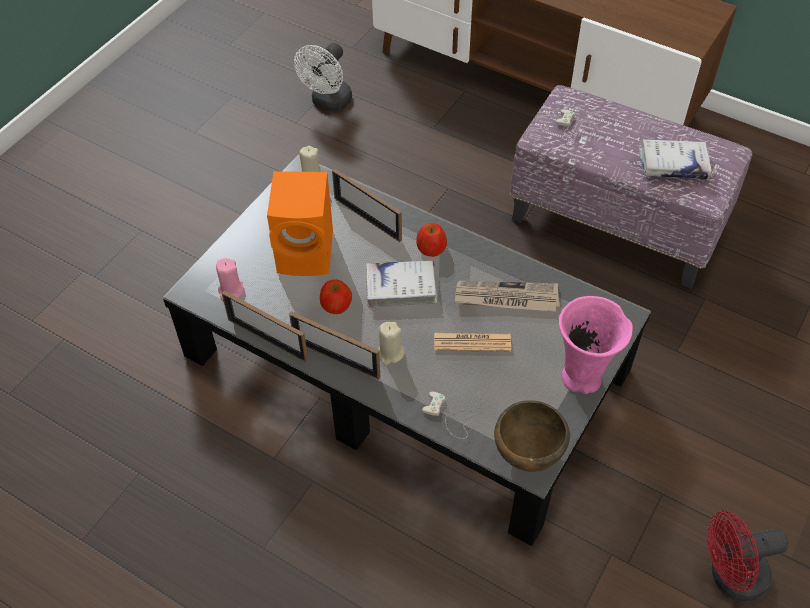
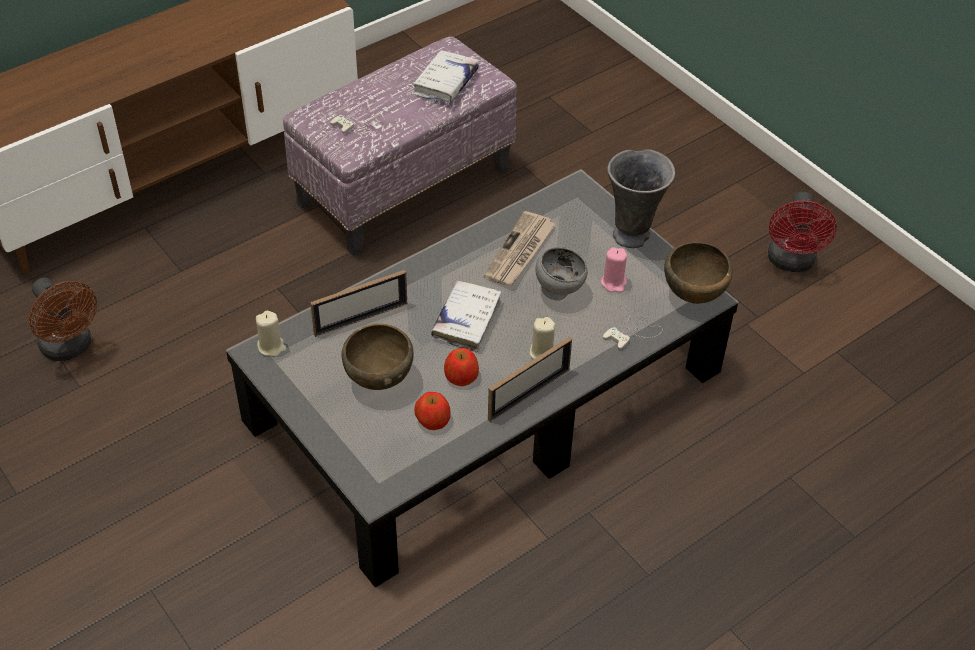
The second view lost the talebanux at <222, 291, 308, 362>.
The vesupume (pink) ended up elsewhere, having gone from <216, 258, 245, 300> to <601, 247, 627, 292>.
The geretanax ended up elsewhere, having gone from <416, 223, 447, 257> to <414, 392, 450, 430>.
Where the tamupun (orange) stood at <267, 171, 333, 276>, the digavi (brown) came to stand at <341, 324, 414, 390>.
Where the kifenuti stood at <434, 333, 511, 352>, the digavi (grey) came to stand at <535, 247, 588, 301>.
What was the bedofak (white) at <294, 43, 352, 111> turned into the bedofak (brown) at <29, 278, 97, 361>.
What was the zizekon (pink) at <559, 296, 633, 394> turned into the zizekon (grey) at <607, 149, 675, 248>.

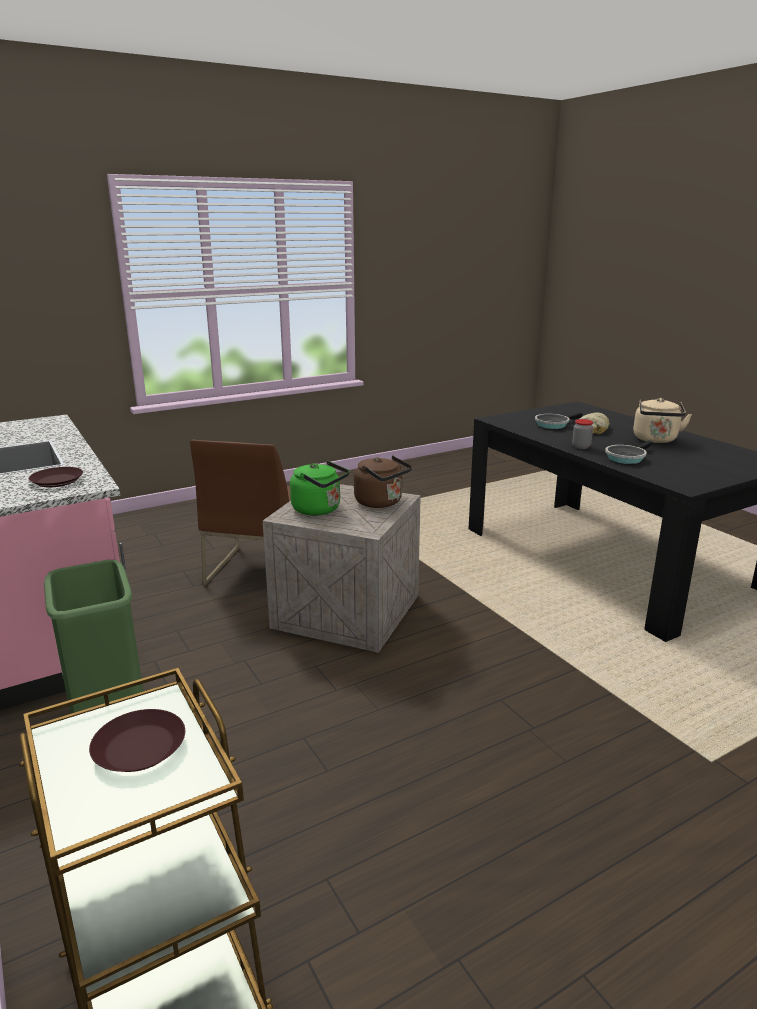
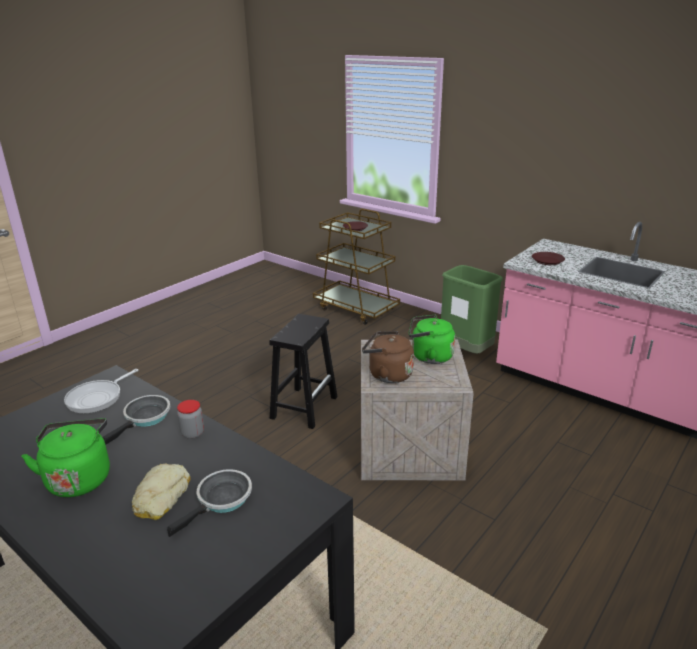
The second view lost the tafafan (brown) at <190, 440, 291, 586>.
The second view gained the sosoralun at <64, 369, 138, 413>.
The second view gained the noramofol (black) at <269, 314, 338, 429>.
What was the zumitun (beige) at <633, 398, 692, 443> turned into the zumitun (green) at <21, 418, 110, 497>.

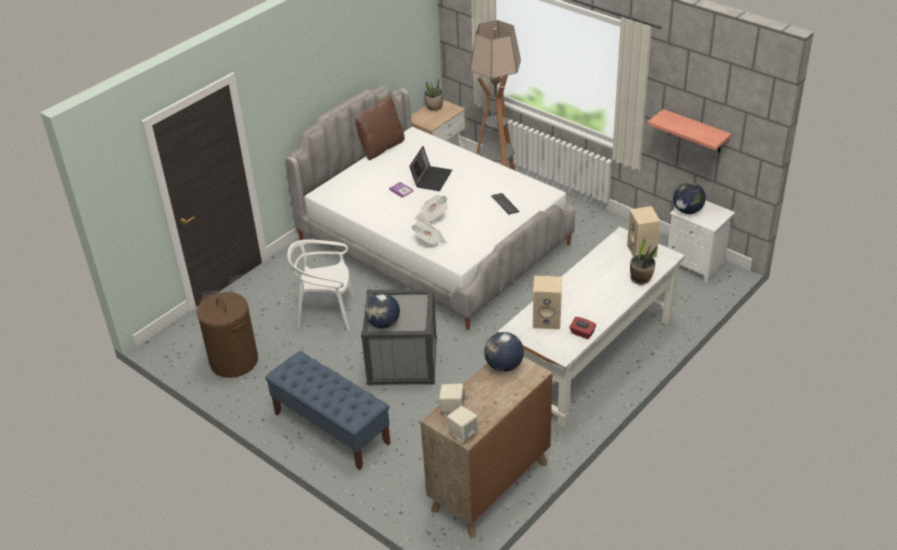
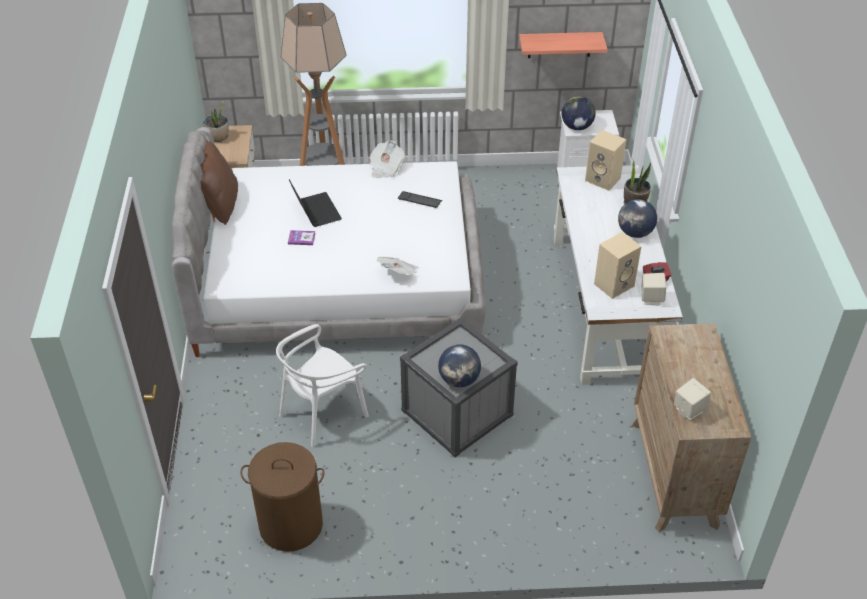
The second view lost the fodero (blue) at <265, 351, 390, 470>.
The kifenuti ended up elsewhere, having gone from <415, 195, 448, 224> to <369, 140, 405, 178>.
The tamupun (beige) ended up elsewhere, having gone from <447, 406, 479, 443> to <641, 273, 666, 306>.
The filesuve ended up elsewhere, having gone from <484, 332, 524, 372> to <618, 199, 657, 238>.

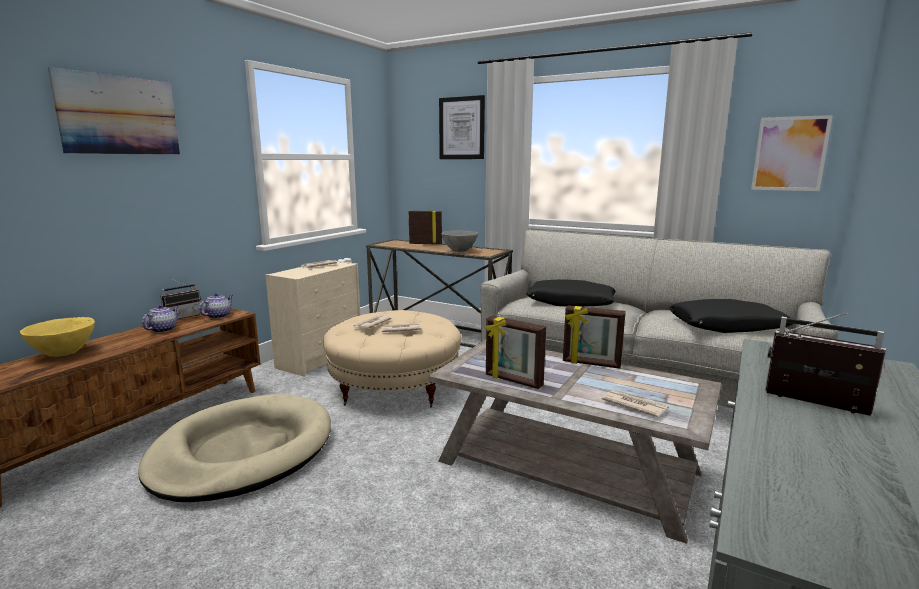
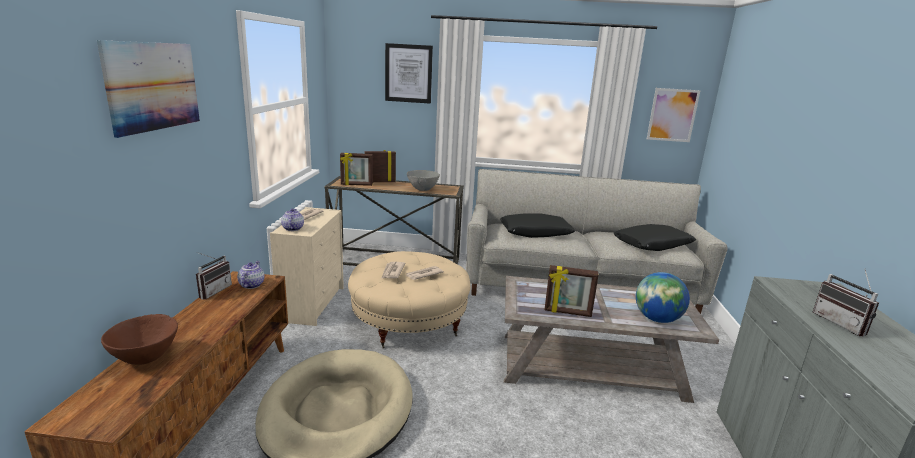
The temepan ended up elsewhere, having gone from <142, 305, 178, 333> to <281, 209, 304, 231>.
The talebanux ended up elsewhere, having gone from <563, 305, 626, 369> to <340, 153, 373, 186>.
Where the kifenuti stood at <602, 390, 669, 417>, the filesuve came to stand at <636, 272, 690, 323>.
What was the digavi (yellow) at <20, 317, 95, 357> turned into the digavi (brown) at <101, 314, 178, 365>.
The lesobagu at <765, 312, 886, 416> ended up facing another way, 120 degrees counterclockwise from before.

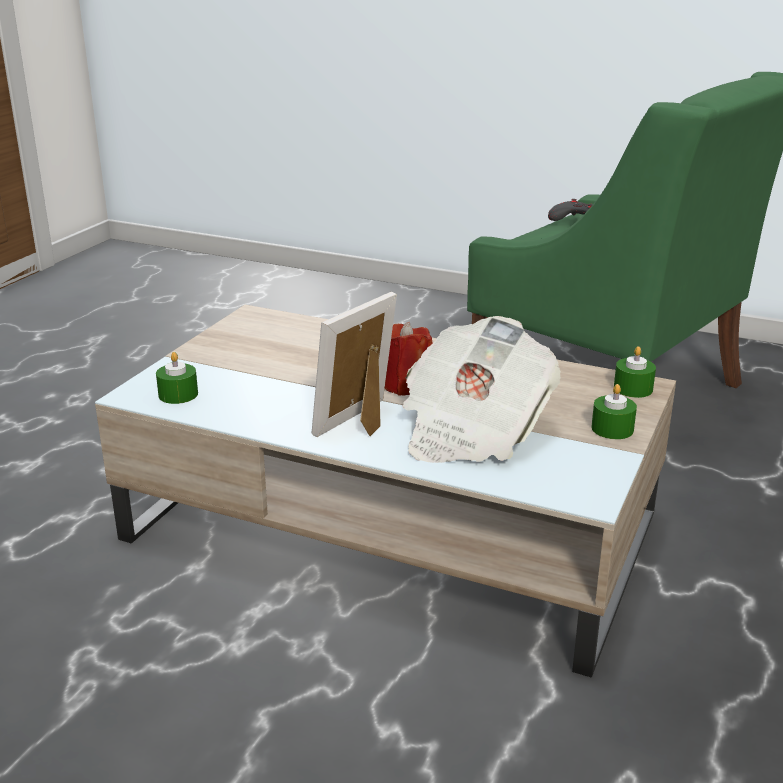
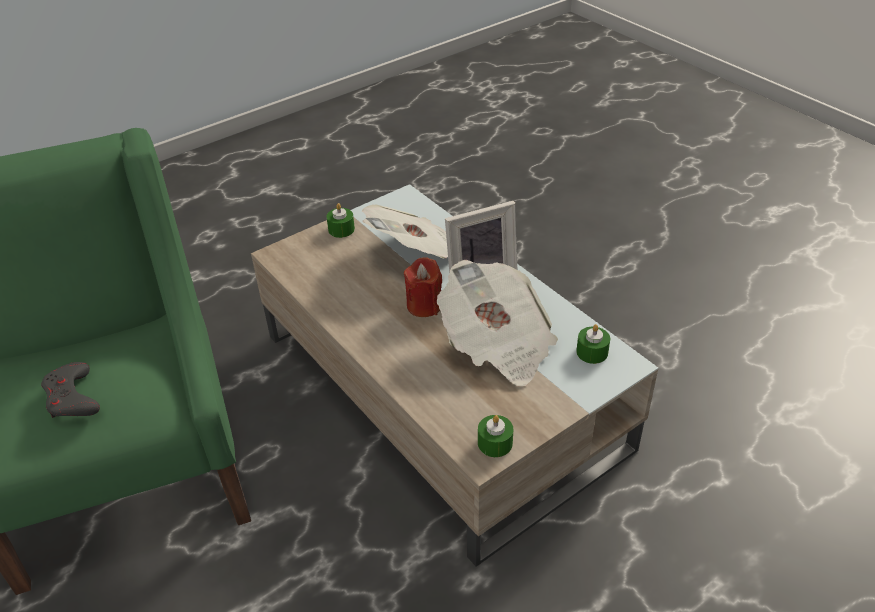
The second view gained the kifenuti at <437, 260, 558, 386>.
The vesupume (green) ended up elsewhere, having gone from <614, 346, 656, 398> to <478, 415, 513, 457>.

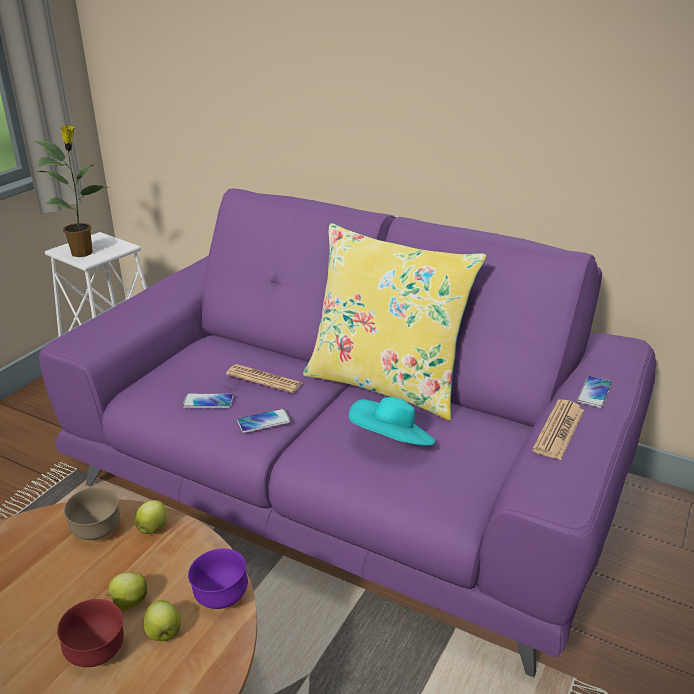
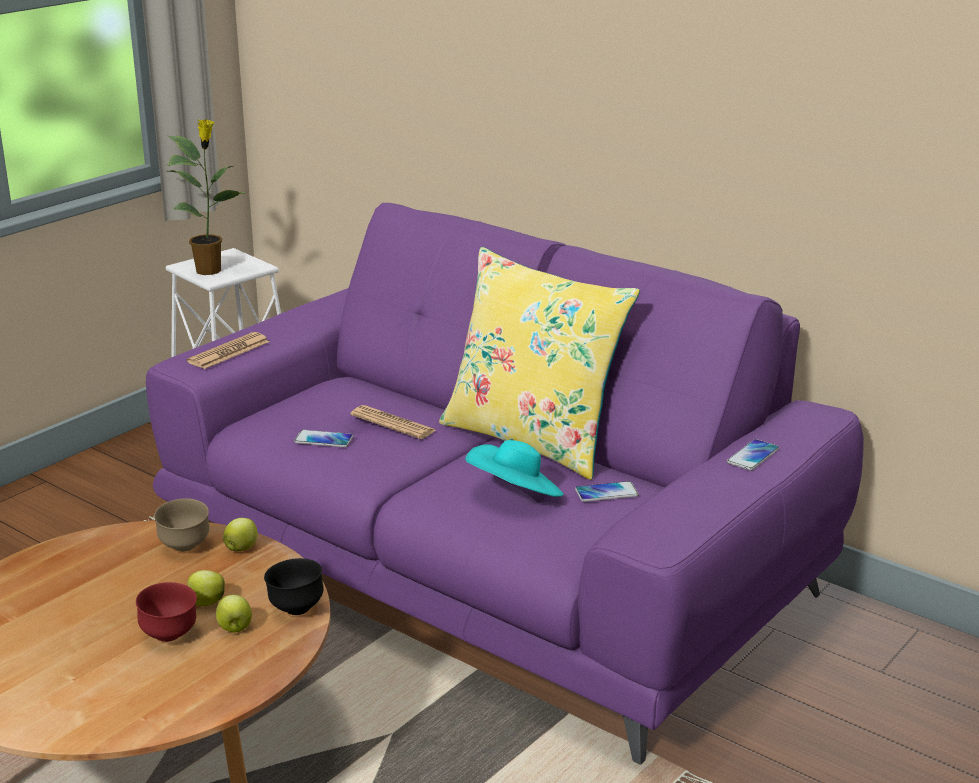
The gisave ended up elsewhere, having gone from <237, 409, 291, 433> to <575, 481, 639, 502>.
The kifenuti ended up elsewhere, having gone from <532, 399, 584, 460> to <187, 332, 269, 369>.
What was the digavi (purple) at <188, 548, 248, 609> turned into the digavi (black) at <264, 558, 324, 615>.

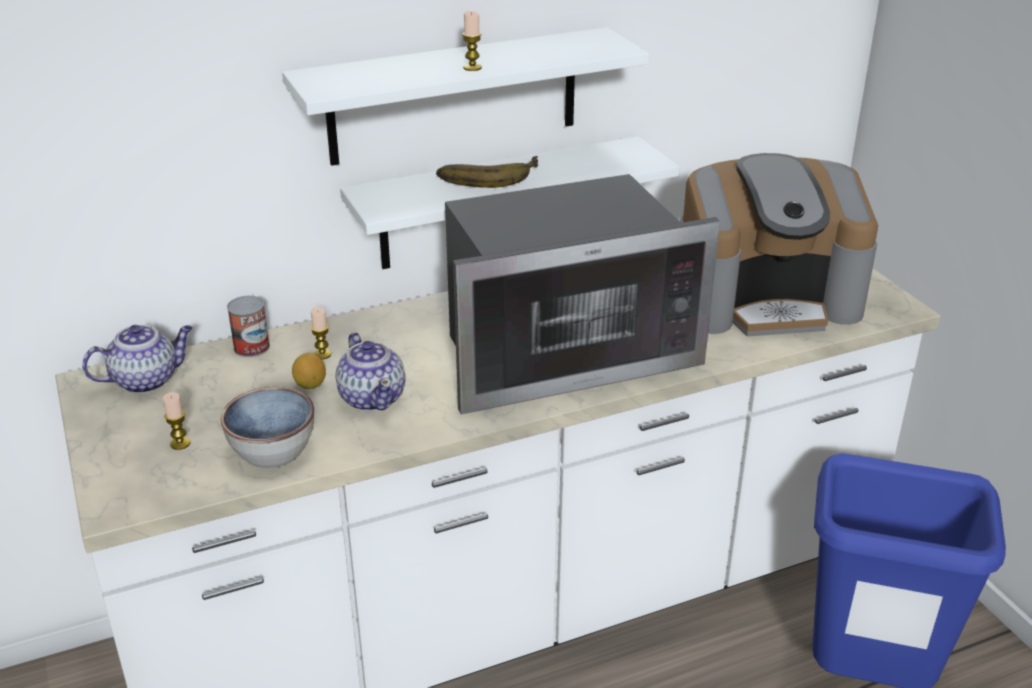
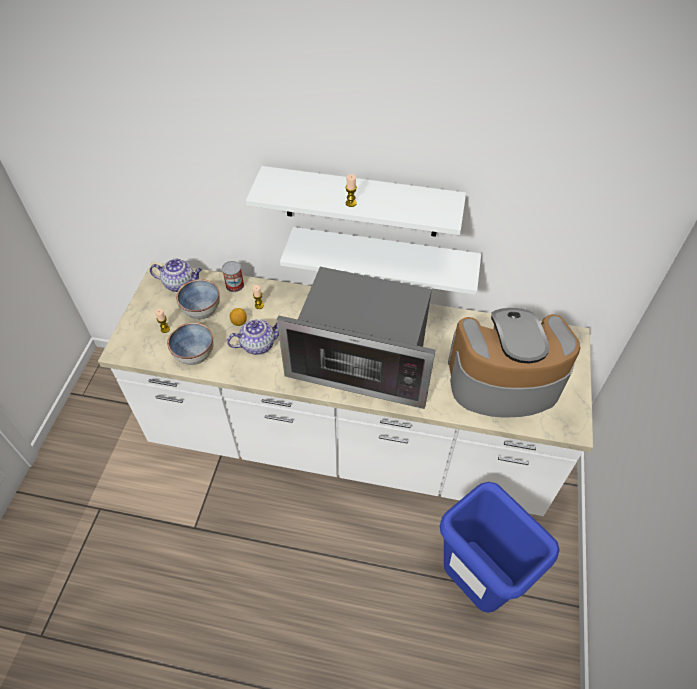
The second view lost the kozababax at <436, 156, 538, 188>.
The second view gained the digavi at <176, 279, 220, 319>.
The temepan at <335, 333, 406, 412> ended up facing another way, 120 degrees counterclockwise from before.
The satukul at <680, 153, 878, 337> ended up facing another way, 150 degrees clockwise from before.

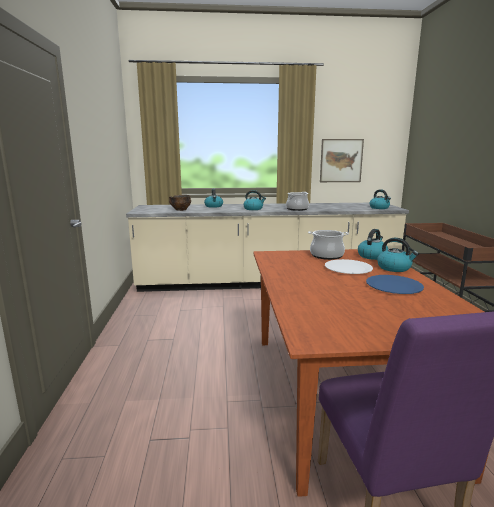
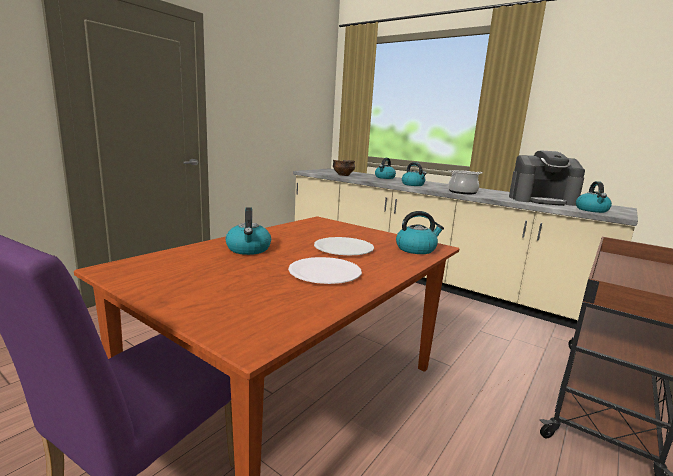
The second view lost the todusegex at <308, 230, 349, 260>.
The second view lost the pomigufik at <320, 139, 364, 182>.
The second view gained the satukul at <509, 150, 585, 206>.
The zumitun ended up elsewhere, having gone from <377, 238, 419, 272> to <226, 207, 271, 255>.
What was the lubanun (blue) at <366, 275, 424, 294> turned into the lubanun (white) at <288, 257, 362, 284>.

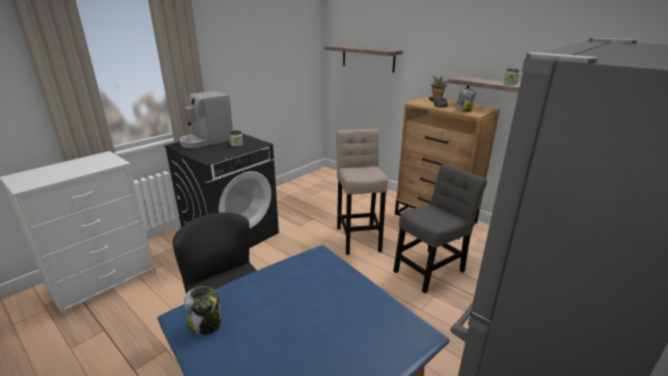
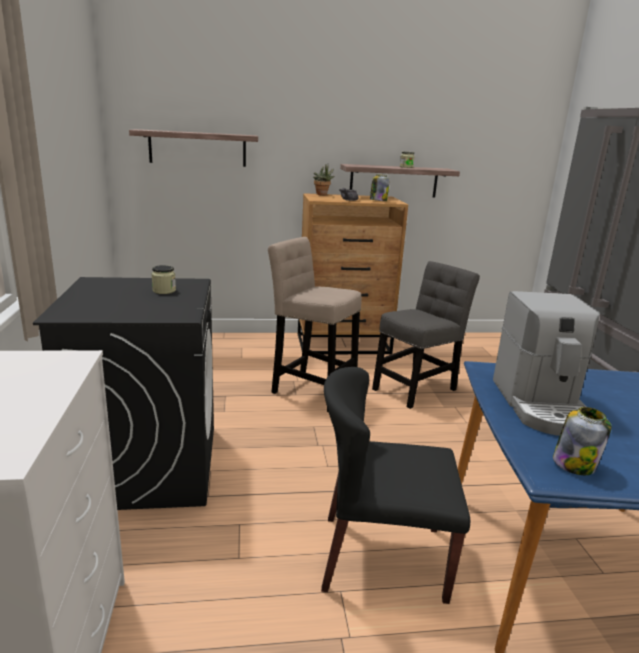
The satukul ended up elsewhere, having gone from <179, 91, 233, 148> to <493, 291, 600, 436>.
The tafafan (grey) at <393, 164, 487, 293> ended up facing another way, 45 degrees clockwise from before.

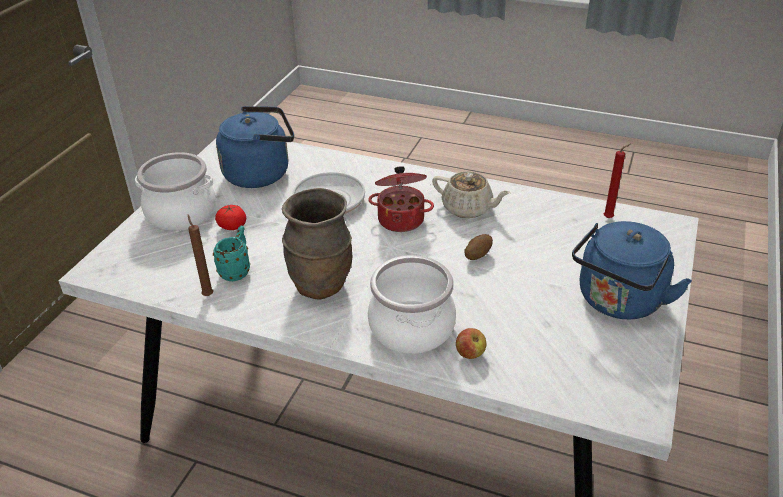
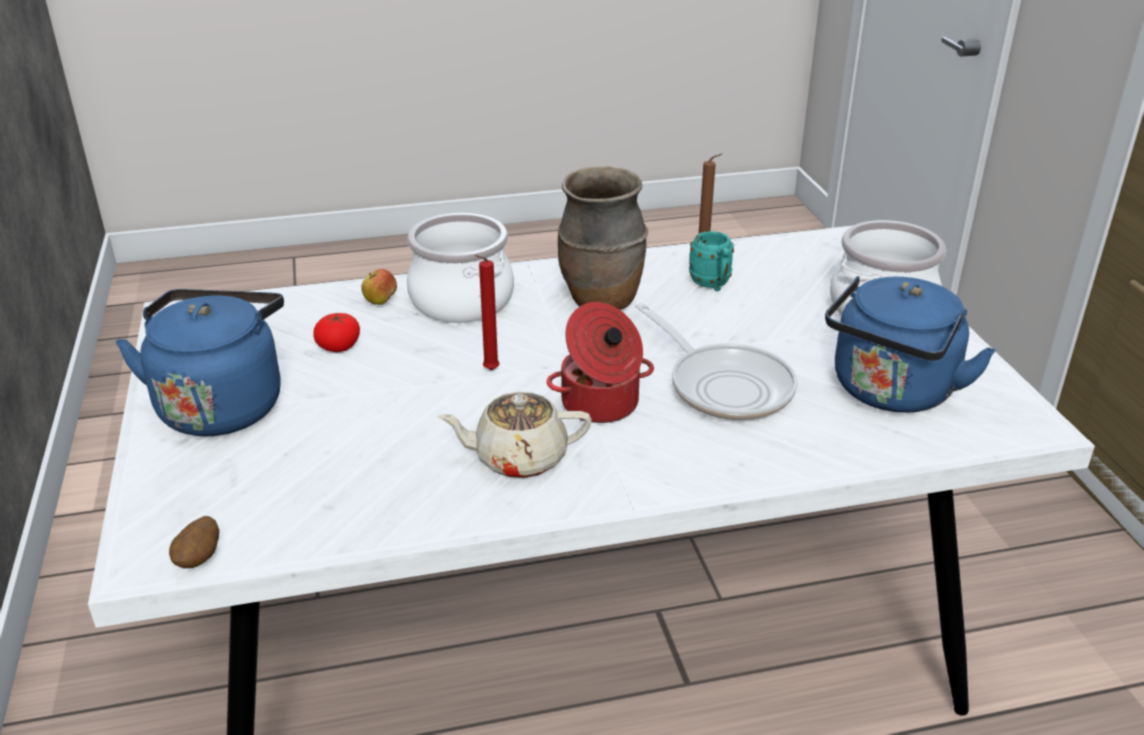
The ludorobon ended up elsewhere, having gone from <215, 205, 246, 230> to <313, 313, 360, 352>.
The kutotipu ended up elsewhere, having gone from <464, 234, 493, 260> to <169, 516, 219, 568>.
The vesupume (red) ended up elsewhere, having gone from <603, 144, 631, 218> to <475, 255, 499, 370>.

